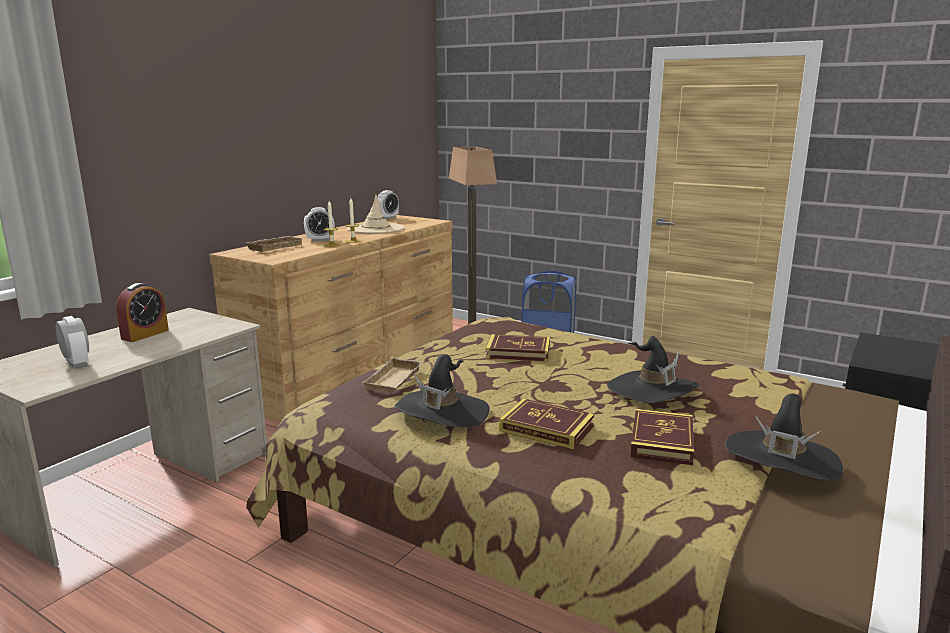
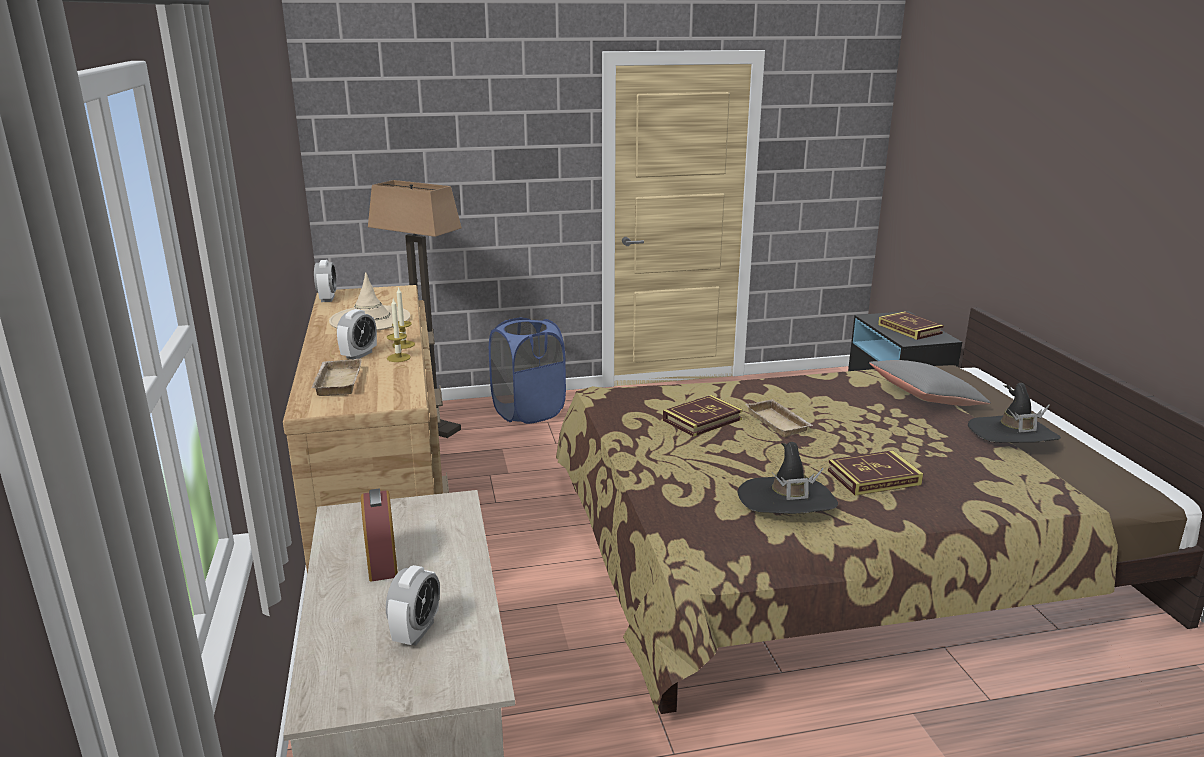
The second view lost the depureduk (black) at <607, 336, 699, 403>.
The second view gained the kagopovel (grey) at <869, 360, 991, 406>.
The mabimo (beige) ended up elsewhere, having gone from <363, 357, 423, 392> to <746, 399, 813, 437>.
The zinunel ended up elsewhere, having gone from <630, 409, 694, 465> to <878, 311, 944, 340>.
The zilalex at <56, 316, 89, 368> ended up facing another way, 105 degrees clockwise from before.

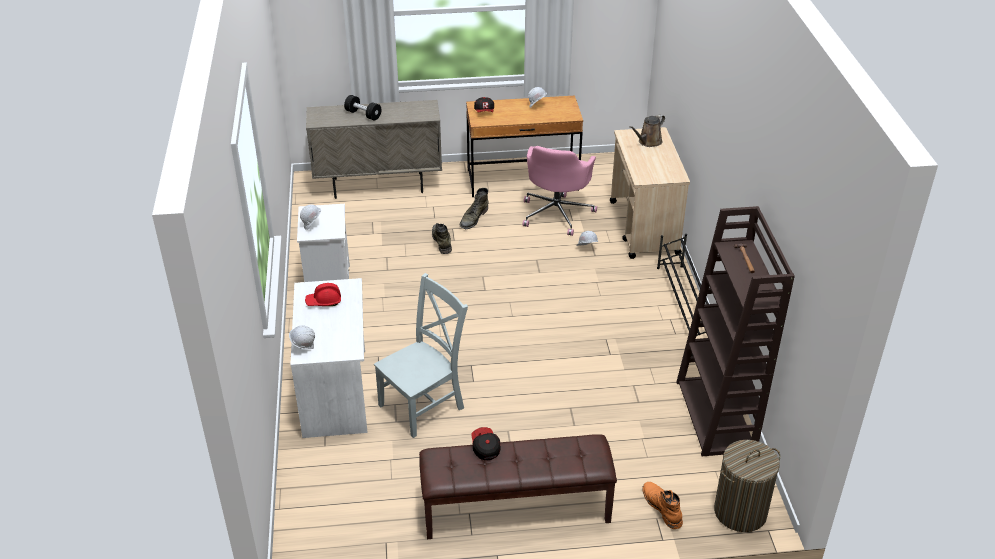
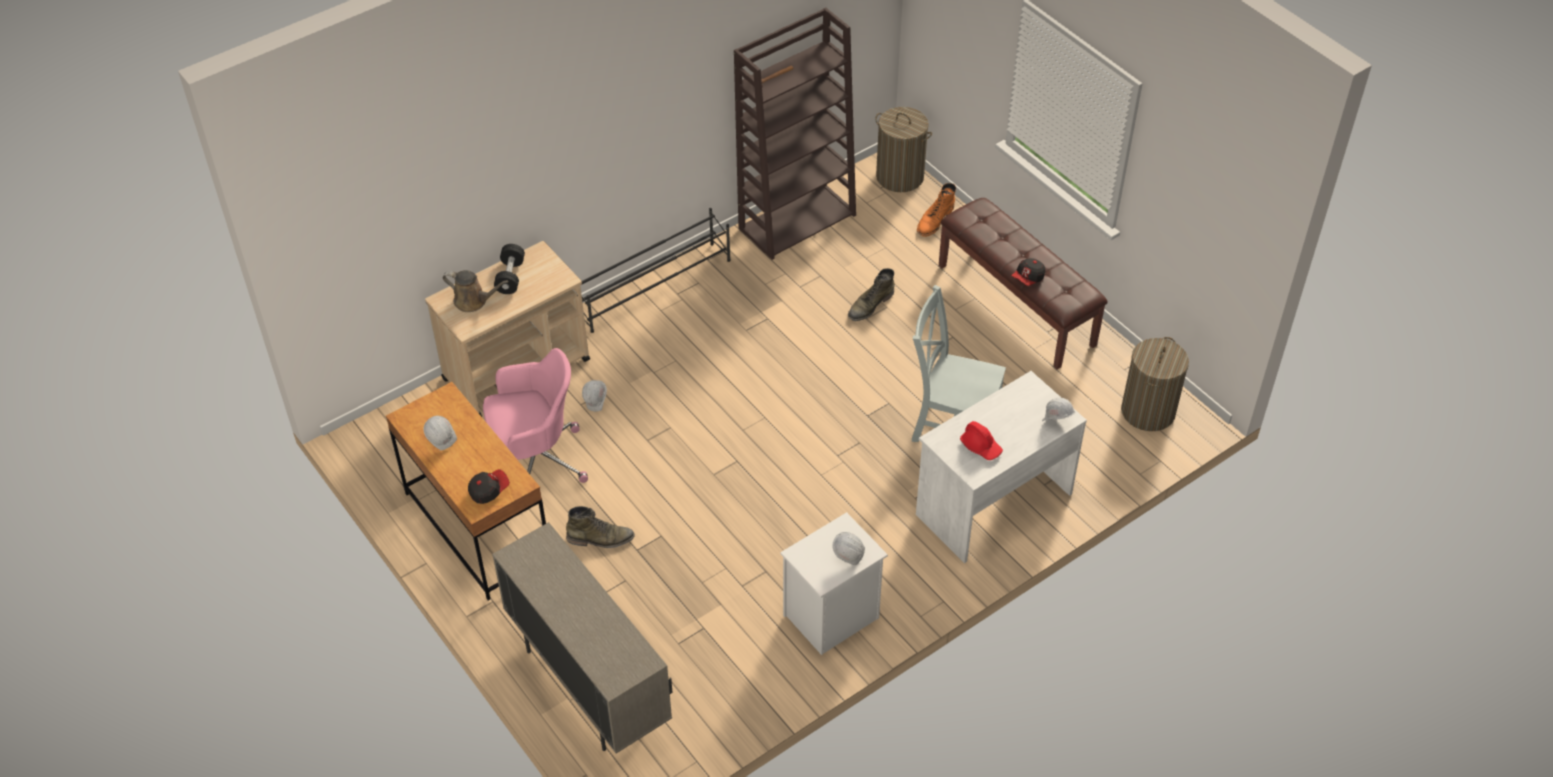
The second view gained the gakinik at <1121, 337, 1189, 431>.
The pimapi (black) ended up elsewhere, having gone from <344, 95, 381, 120> to <494, 244, 525, 294>.
The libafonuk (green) ended up elsewhere, having gone from <432, 223, 452, 254> to <848, 268, 895, 321>.

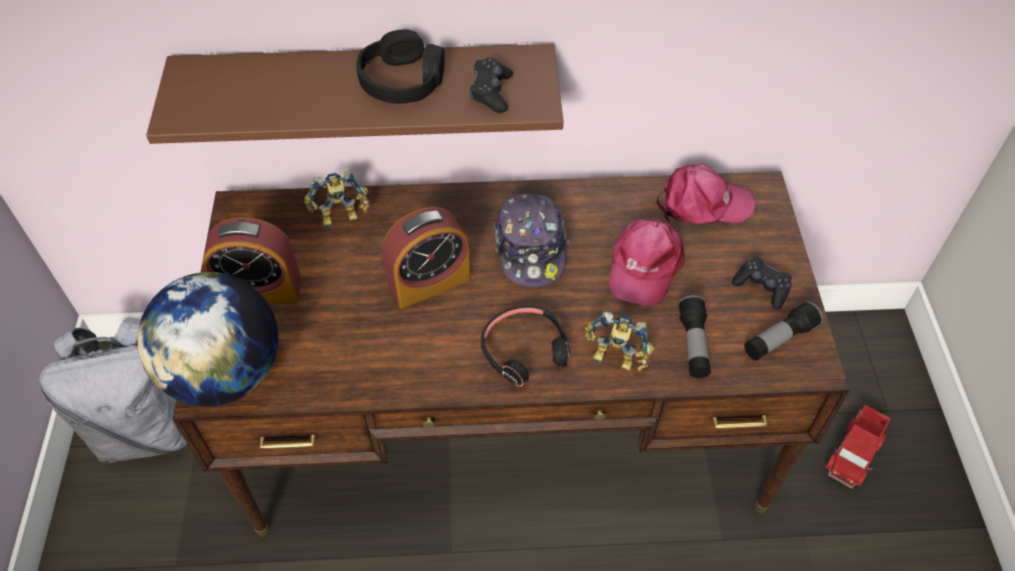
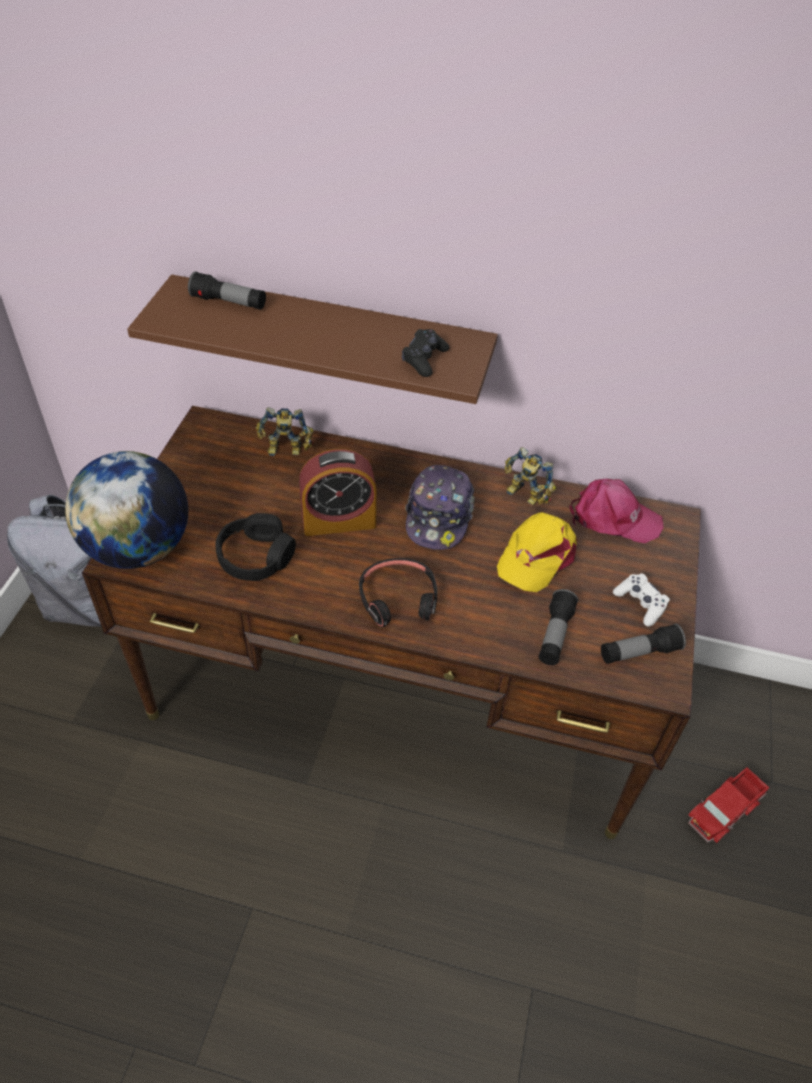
The second view lost the zilalex at <203, 217, 301, 304>.
The second view gained the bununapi at <188, 271, 266, 310>.
The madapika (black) ended up elsewhere, having gone from <356, 29, 445, 104> to <216, 513, 296, 581>.
The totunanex ended up elsewhere, having gone from <585, 311, 655, 371> to <504, 447, 556, 505>.
What was the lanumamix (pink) at <609, 219, 685, 306> turned into the lanumamix (yellow) at <497, 512, 577, 592>.
What was the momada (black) at <732, 257, 792, 310> turned into the momada (white) at <613, 574, 670, 627>.

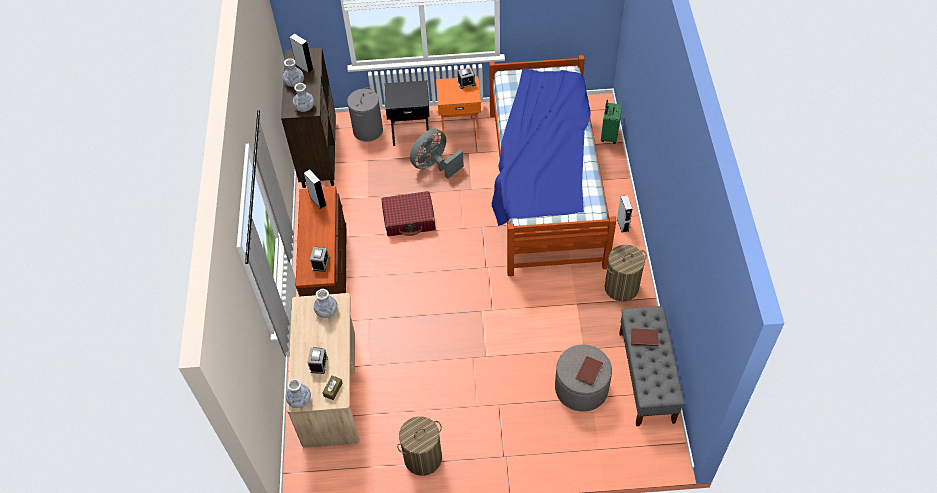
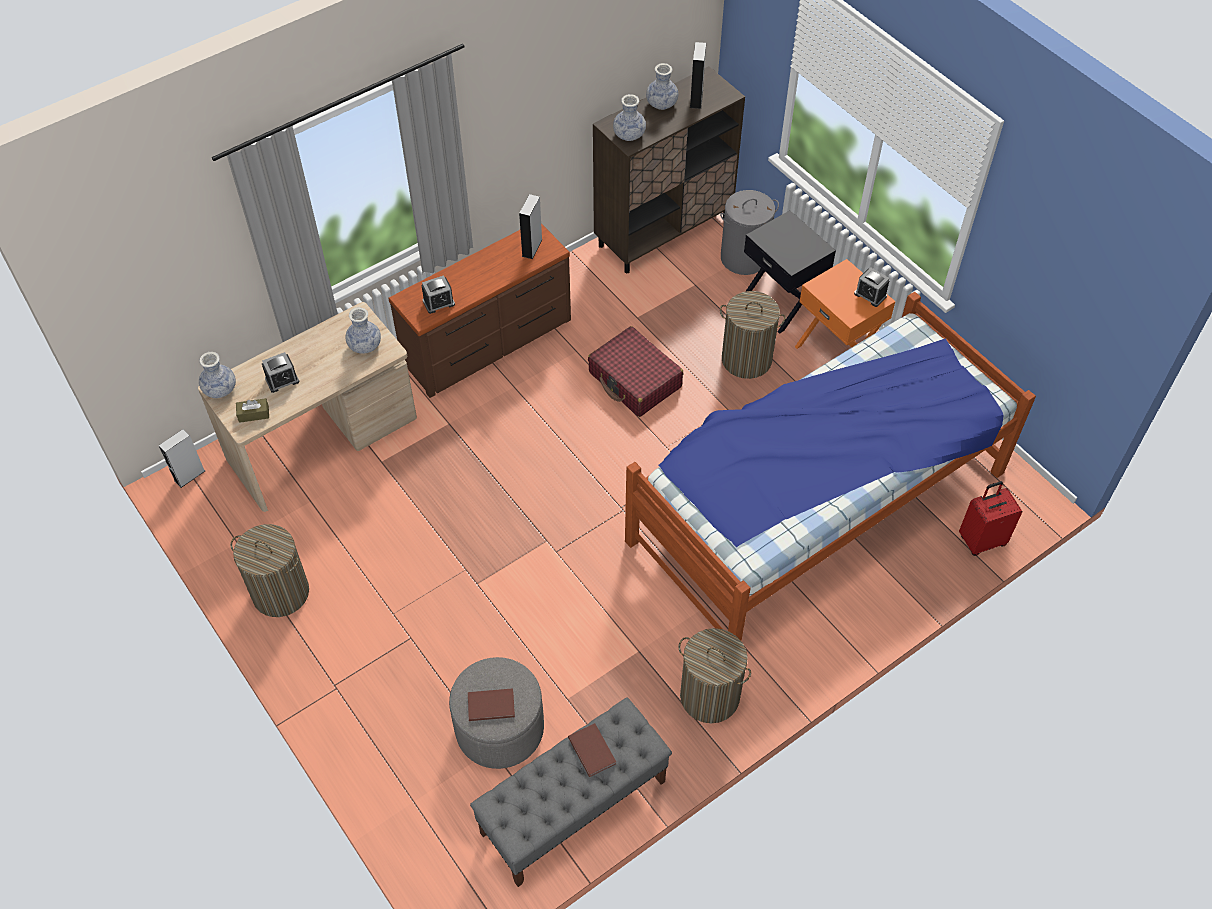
The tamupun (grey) ended up elsewhere, having gone from <617, 195, 633, 233> to <159, 429, 205, 488>.
Where the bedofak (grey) stood at <410, 129, 464, 179>, the gakinik came to stand at <720, 291, 786, 379>.
What was the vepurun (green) at <601, 100, 622, 144> turned into the vepurun (red) at <959, 481, 1022, 556>.

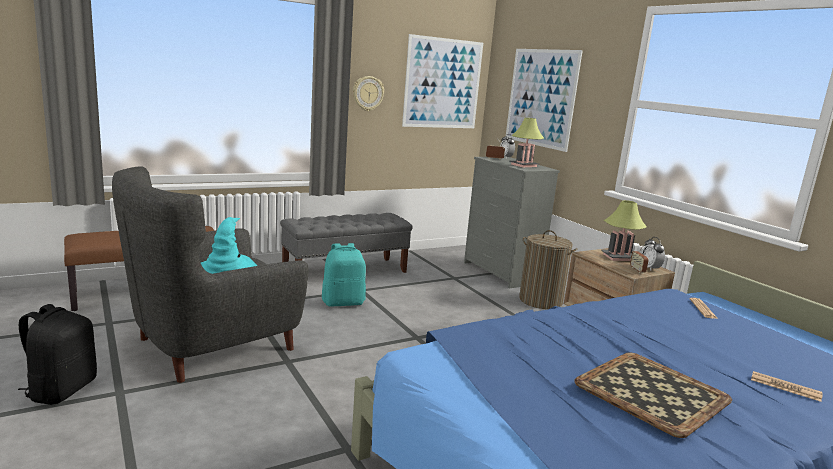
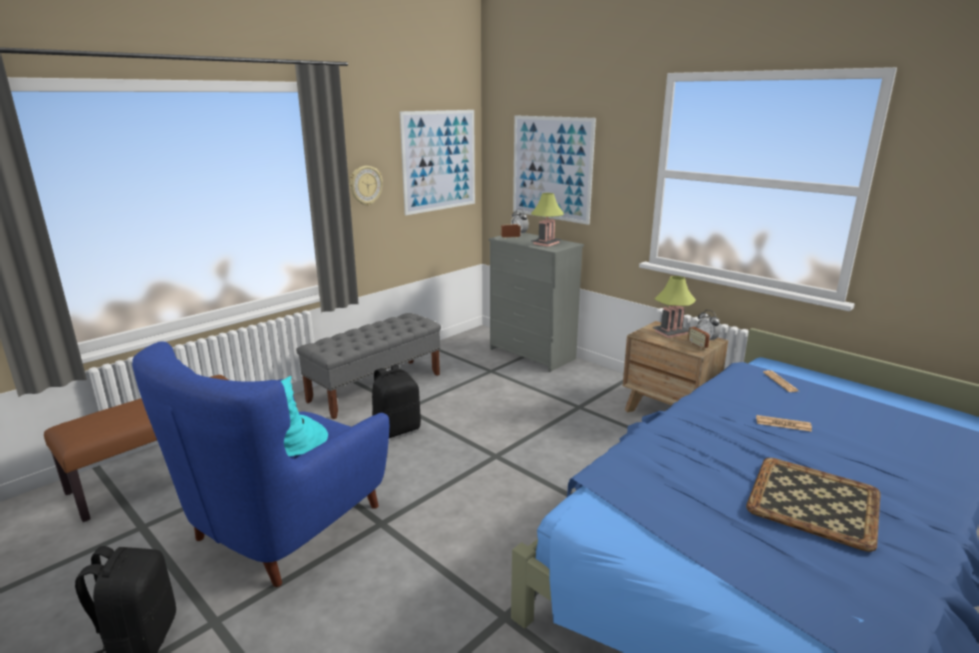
The second view lost the gakinik at <519, 230, 577, 309>.
The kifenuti ended up elsewhere, having gone from <751, 371, 823, 402> to <756, 415, 812, 432>.
What was the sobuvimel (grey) at <112, 167, 309, 383> turned into the sobuvimel (blue) at <132, 341, 389, 587>.
What was the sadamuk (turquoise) at <322, 243, 366, 306> turned into the sadamuk (black) at <372, 364, 421, 438>.

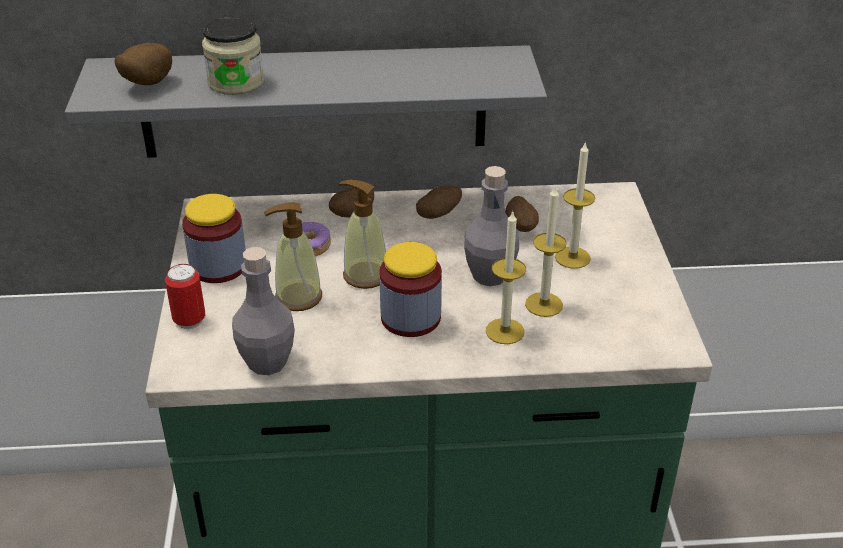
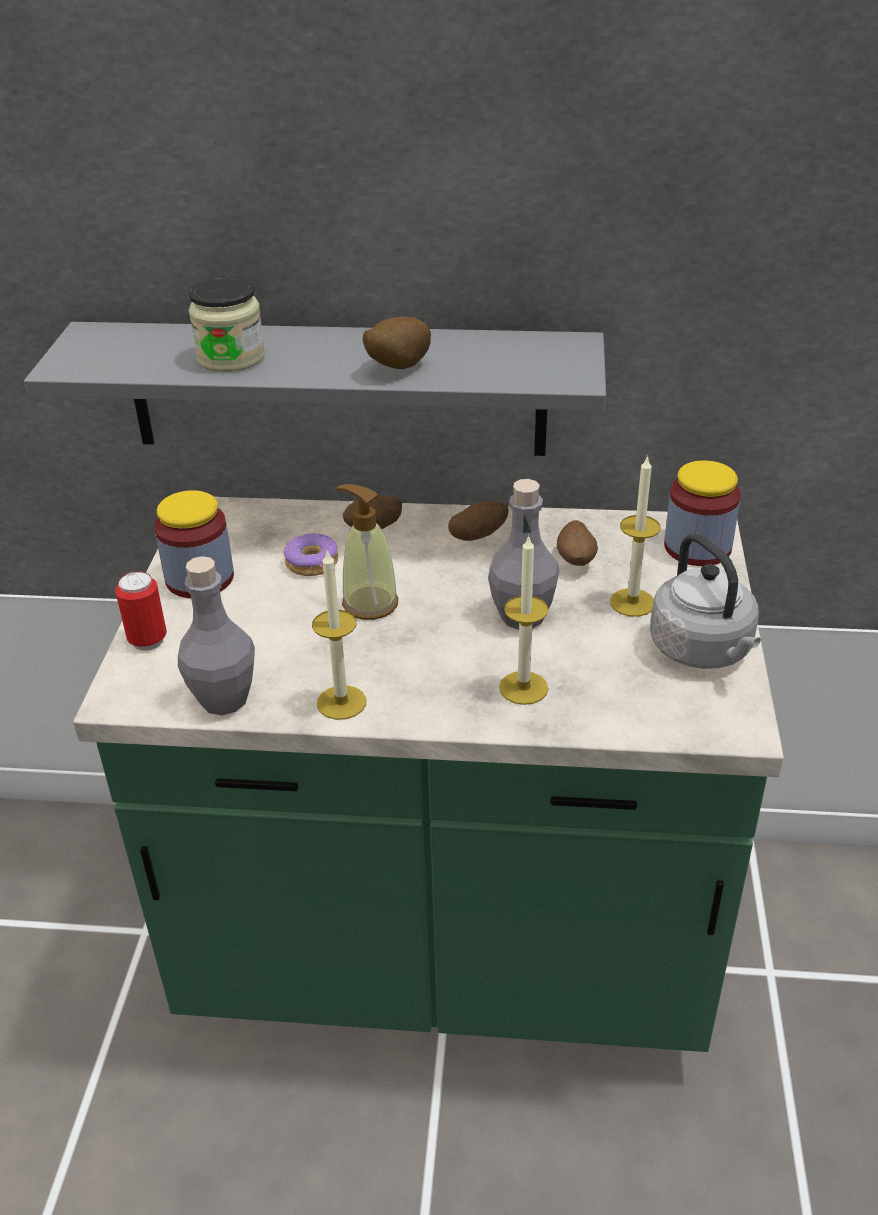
The second view lost the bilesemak at <264, 202, 322, 311>.
The second view gained the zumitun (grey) at <650, 533, 761, 669>.
The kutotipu ended up elsewhere, having gone from <114, 43, 172, 85> to <363, 316, 431, 369>.
The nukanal ended up elsewhere, having gone from <379, 242, 442, 337> to <664, 460, 741, 566>.
The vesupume ended up elsewhere, having gone from <525, 187, 567, 317> to <312, 549, 366, 720>.

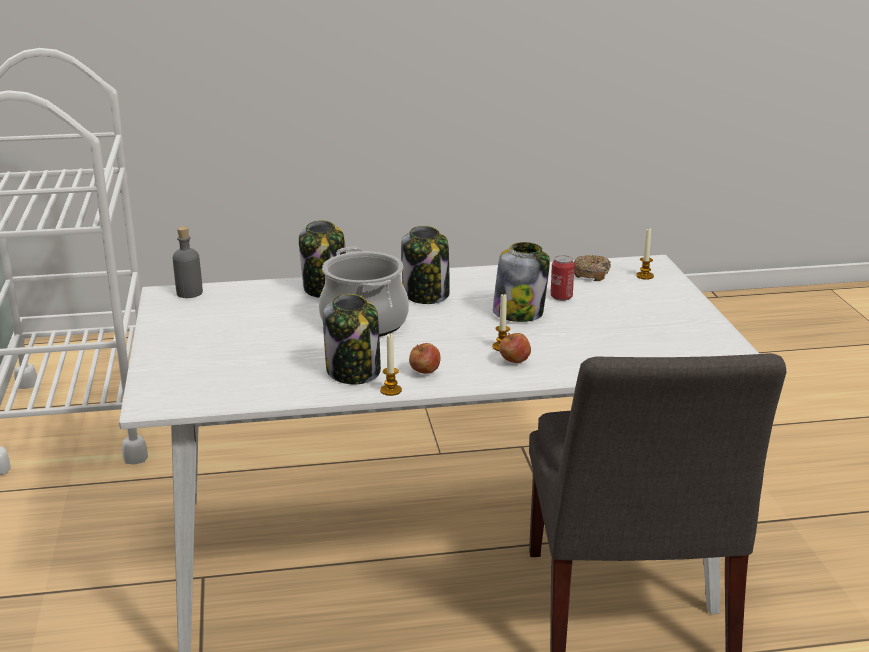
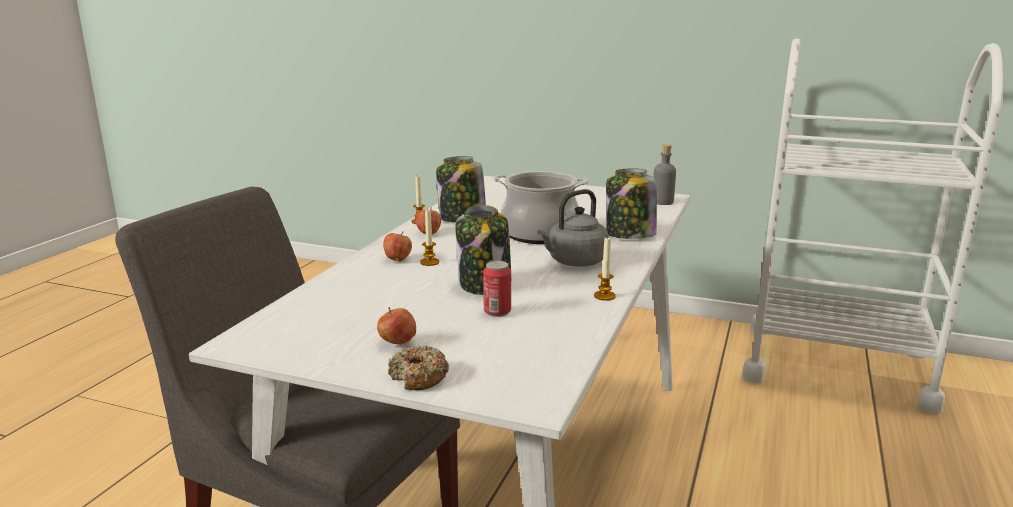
The second view gained the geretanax at <377, 307, 416, 345>.
The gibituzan ended up elsewhere, having gone from <574, 255, 611, 281> to <388, 345, 449, 390>.
The vesupume ended up elsewhere, having gone from <636, 229, 654, 280> to <594, 236, 616, 301>.
Where the nukanal stood at <401, 226, 450, 304>, the zumitun (grey) came to stand at <537, 189, 609, 267>.

